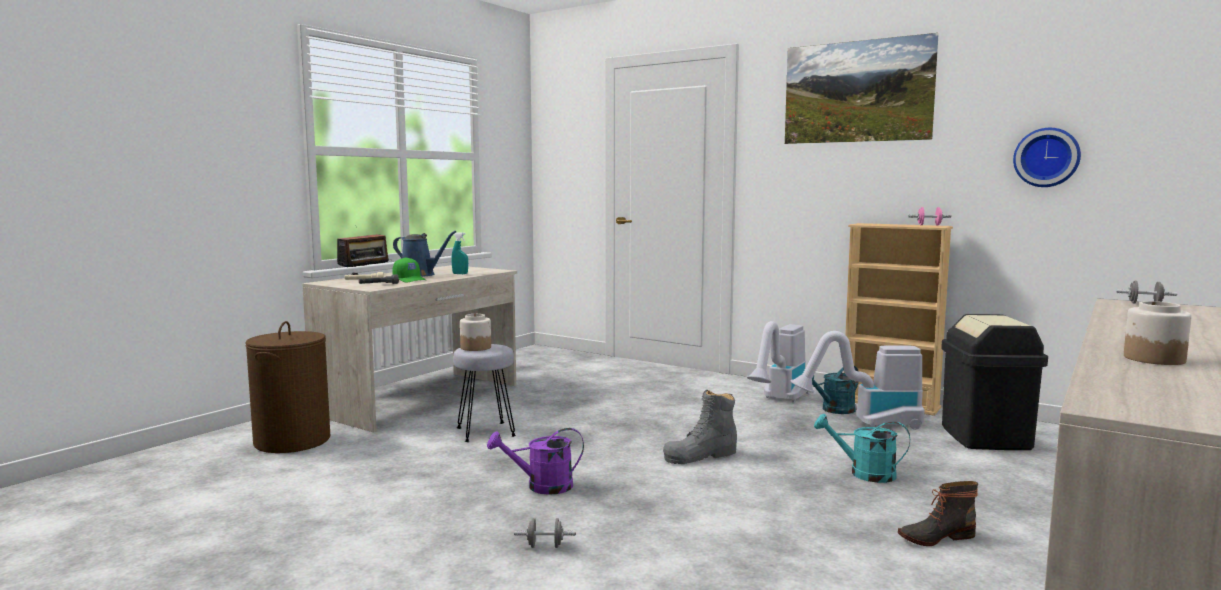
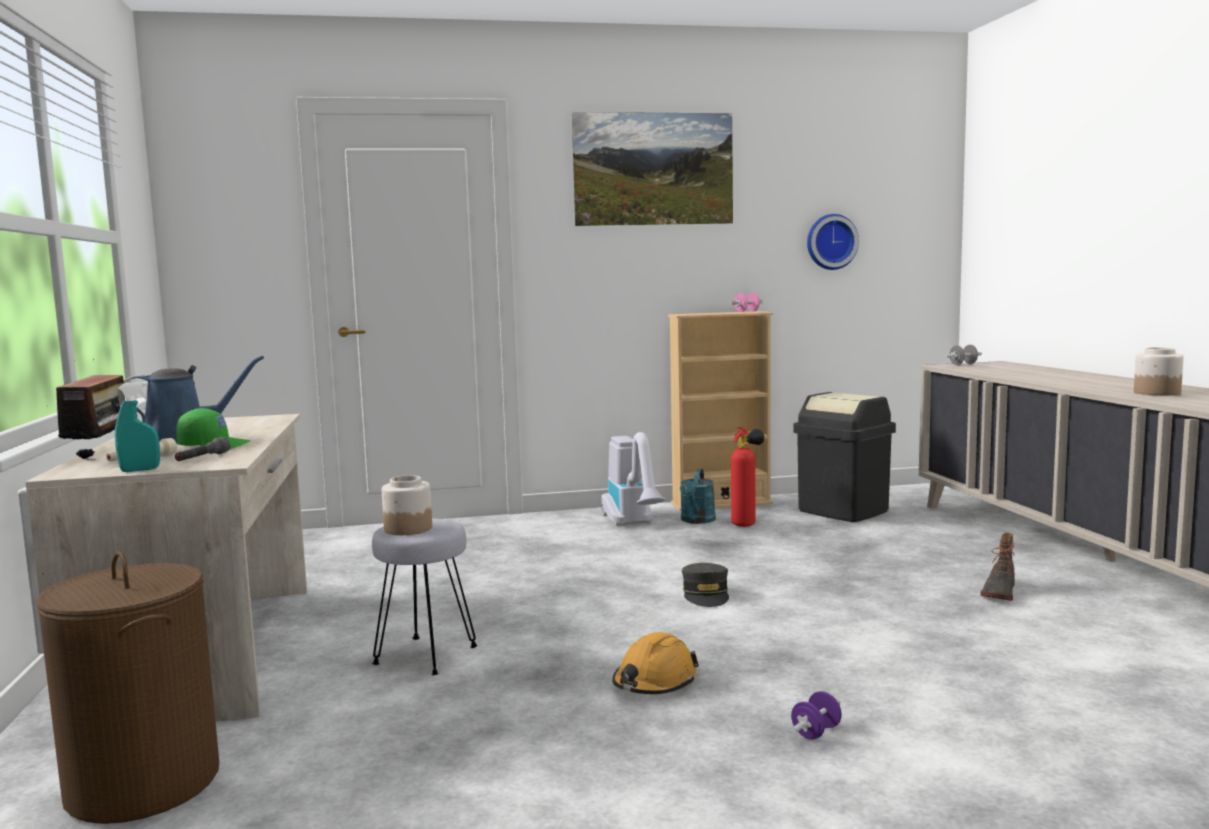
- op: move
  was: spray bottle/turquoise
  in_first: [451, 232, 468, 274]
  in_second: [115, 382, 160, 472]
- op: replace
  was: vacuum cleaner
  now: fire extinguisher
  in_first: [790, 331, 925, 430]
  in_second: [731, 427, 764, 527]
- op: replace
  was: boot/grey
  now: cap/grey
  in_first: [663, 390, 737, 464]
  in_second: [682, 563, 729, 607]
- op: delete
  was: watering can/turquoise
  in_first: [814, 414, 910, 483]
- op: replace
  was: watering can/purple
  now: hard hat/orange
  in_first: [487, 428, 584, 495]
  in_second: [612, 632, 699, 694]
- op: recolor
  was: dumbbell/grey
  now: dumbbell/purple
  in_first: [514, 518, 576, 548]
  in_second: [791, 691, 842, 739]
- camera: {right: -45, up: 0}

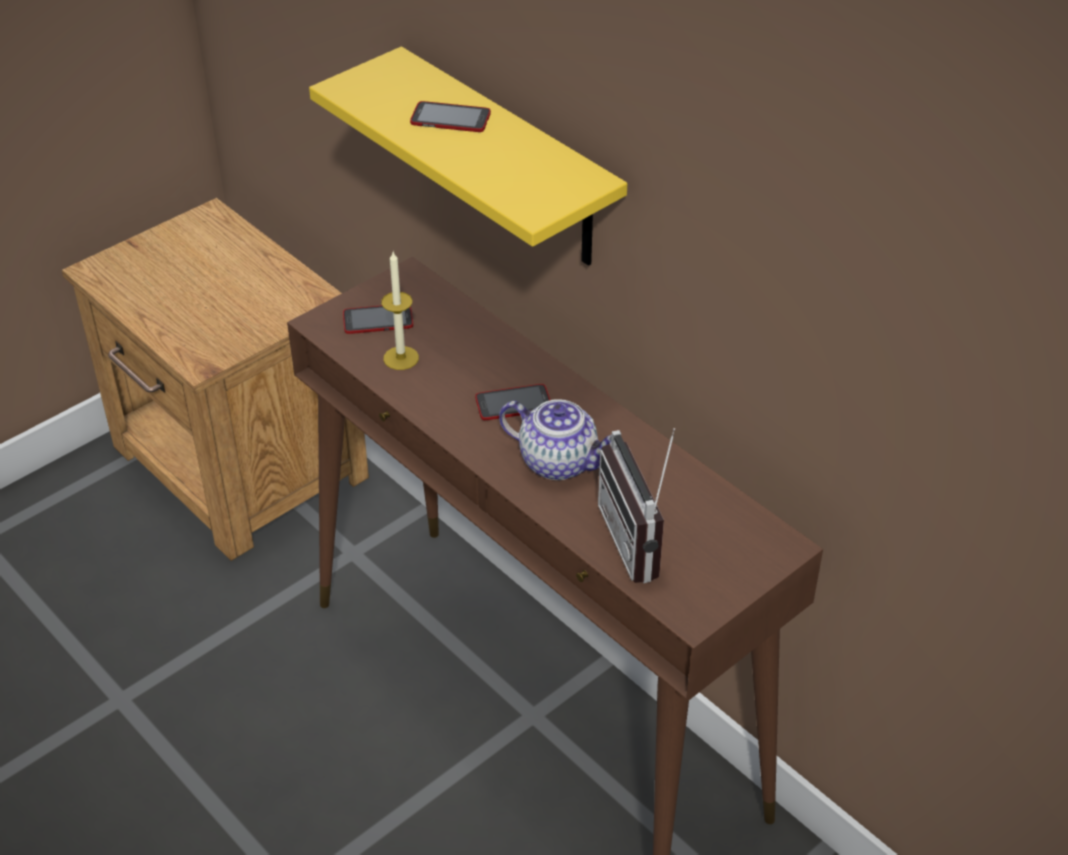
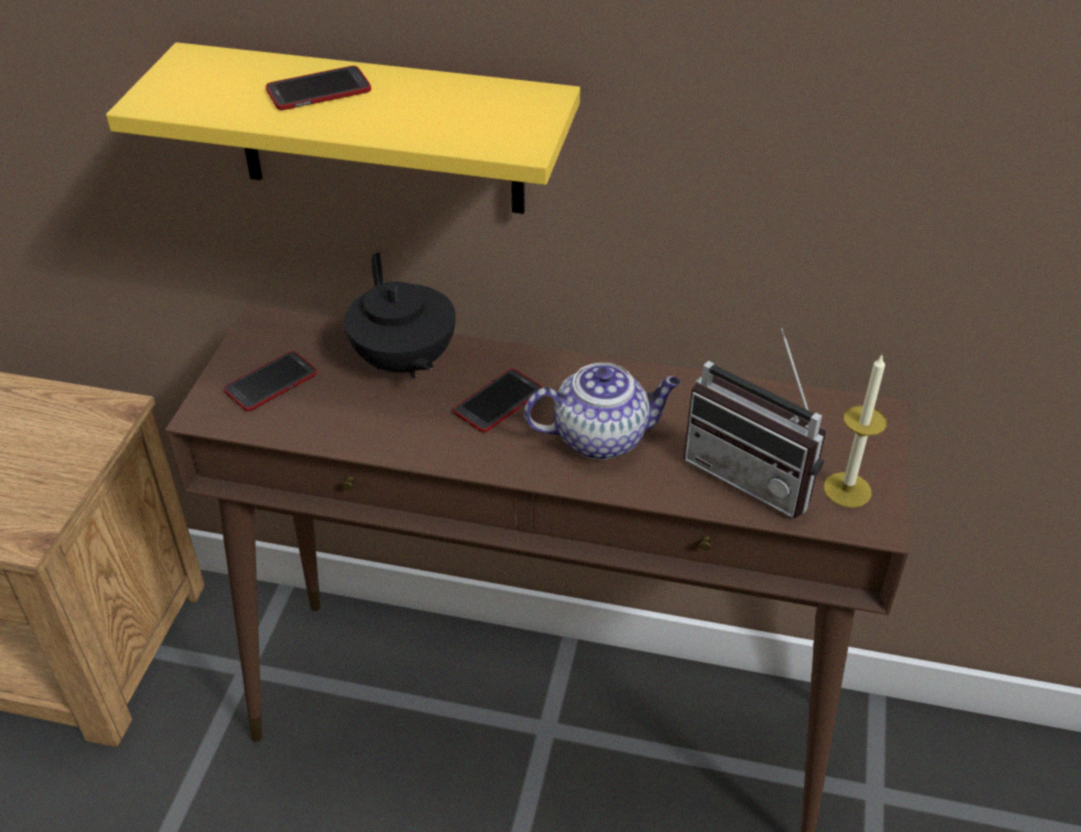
- op: move
  was: candle
  in_first: [381, 252, 419, 370]
  in_second: [824, 355, 887, 508]
- op: insert
  now: teapot/black
  in_second: [344, 252, 456, 379]
- camera: {right: -35, up: 0}

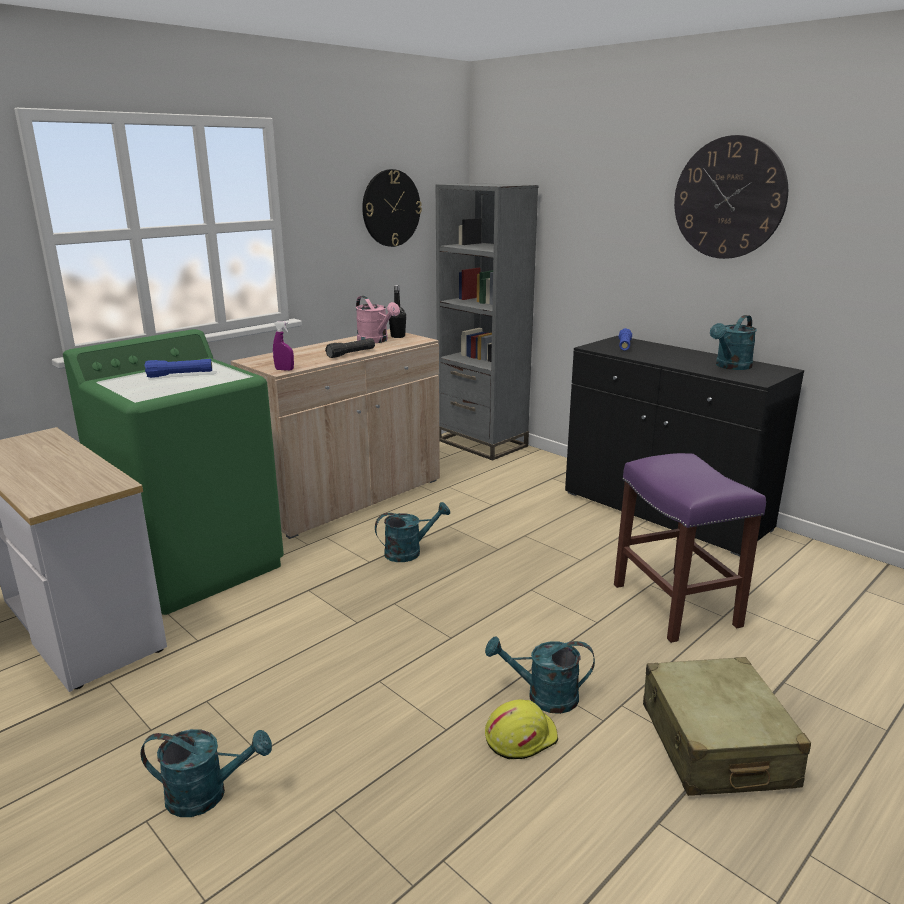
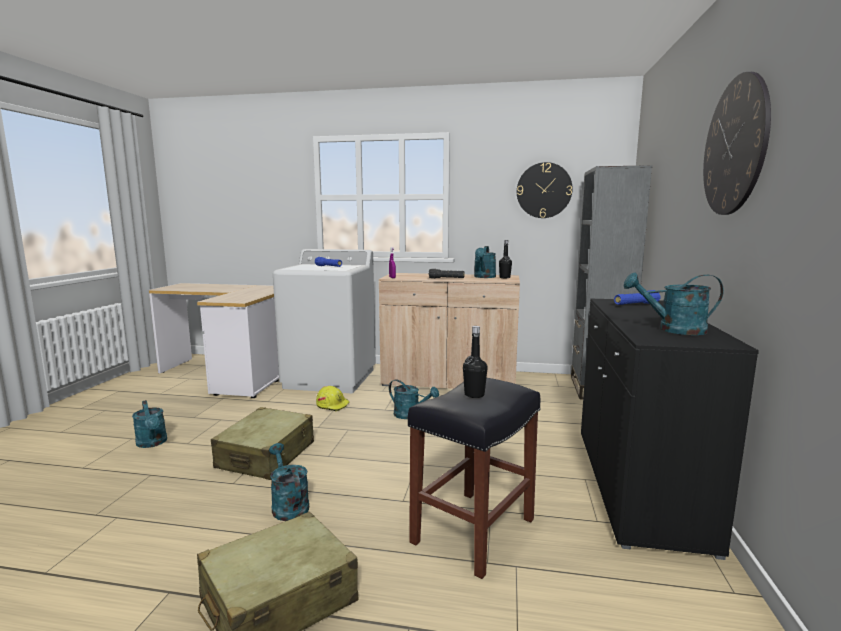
- op: recolor
  was: watering can/pink
  now: watering can/turquoise
  in_first: [356, 296, 400, 343]
  in_second: [474, 246, 496, 278]
- op: recolor
  was: washing machine/green
  now: washing machine/white
  in_first: [63, 329, 284, 615]
  in_second: [273, 249, 376, 393]
- op: recolor
  was: stool/purple
  now: stool/black
  in_first: [614, 453, 766, 643]
  in_second: [408, 378, 541, 579]
- op: move
  was: hard hat/yellow
  in_first: [485, 700, 558, 759]
  in_second: [316, 386, 349, 411]
- op: insert
  now: bottle/black
  in_second: [463, 326, 488, 398]
- op: insert
  now: suitcase/beige
  in_second: [211, 407, 314, 480]
- camera: {right: 55, up: -10}

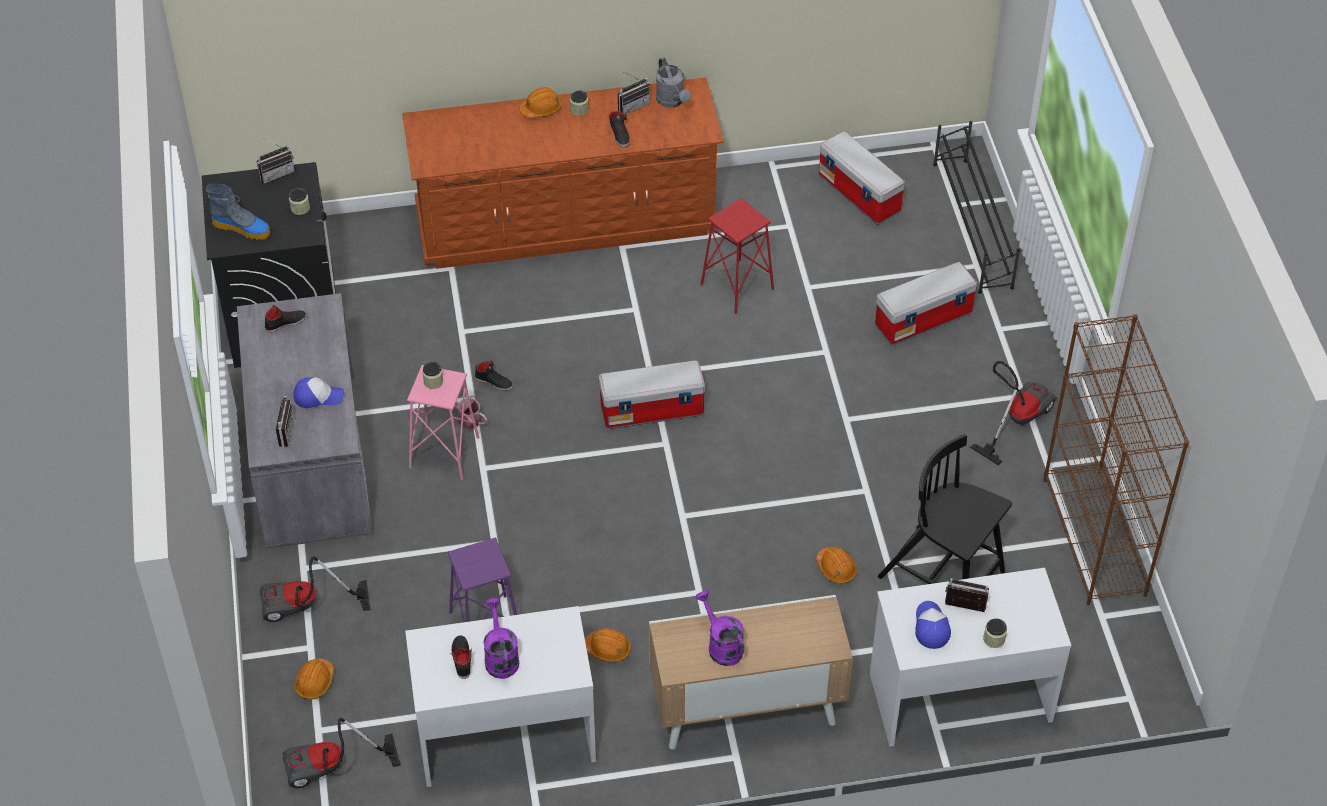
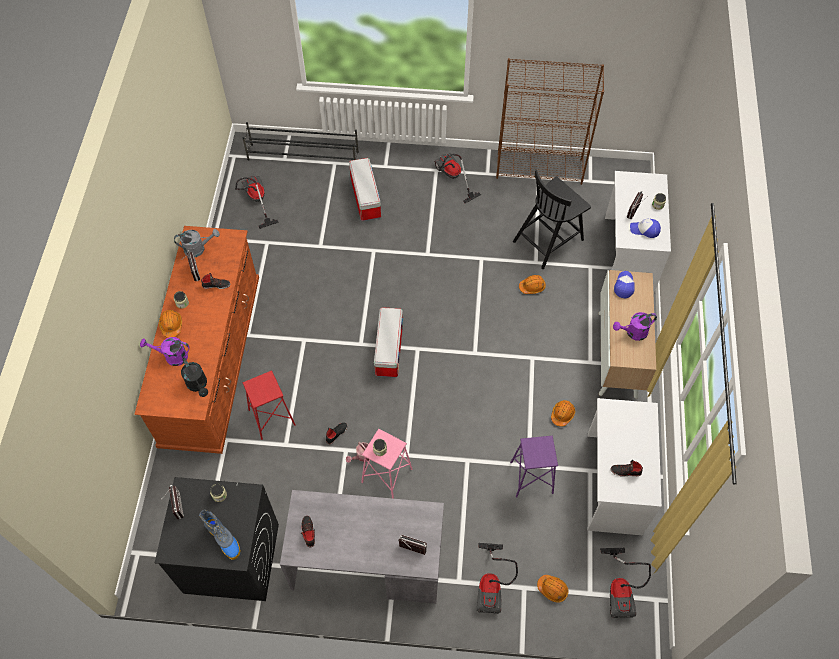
- op: replace
  was: storage box
  now: vacuum cleaner
  in_first: [819, 131, 905, 225]
  in_second: [235, 176, 279, 229]
- op: rotate
  was: boot
  in_first: [206, 184, 270, 240]
  in_second: [199, 510, 241, 560]
  clockwise: 105
- op: move
  was: stool/red
  in_first: [700, 198, 774, 314]
  in_second: [243, 370, 296, 440]
- op: move
  was: cap
  in_first: [293, 377, 344, 408]
  in_second: [614, 271, 635, 298]
- op: move
  was: watering can/purple
  in_first: [483, 598, 519, 679]
  in_second: [140, 337, 190, 366]
- op: insert
  now: watering can/black
  in_second: [181, 358, 208, 397]
- camera: {right: -75, up: 10}

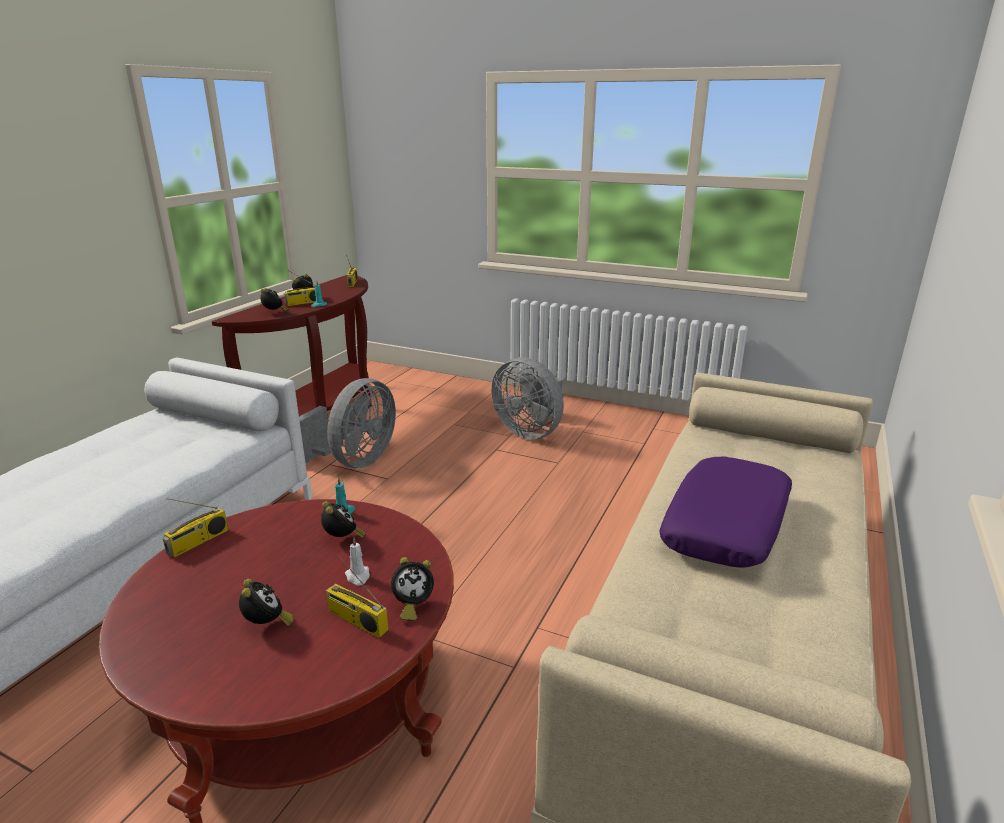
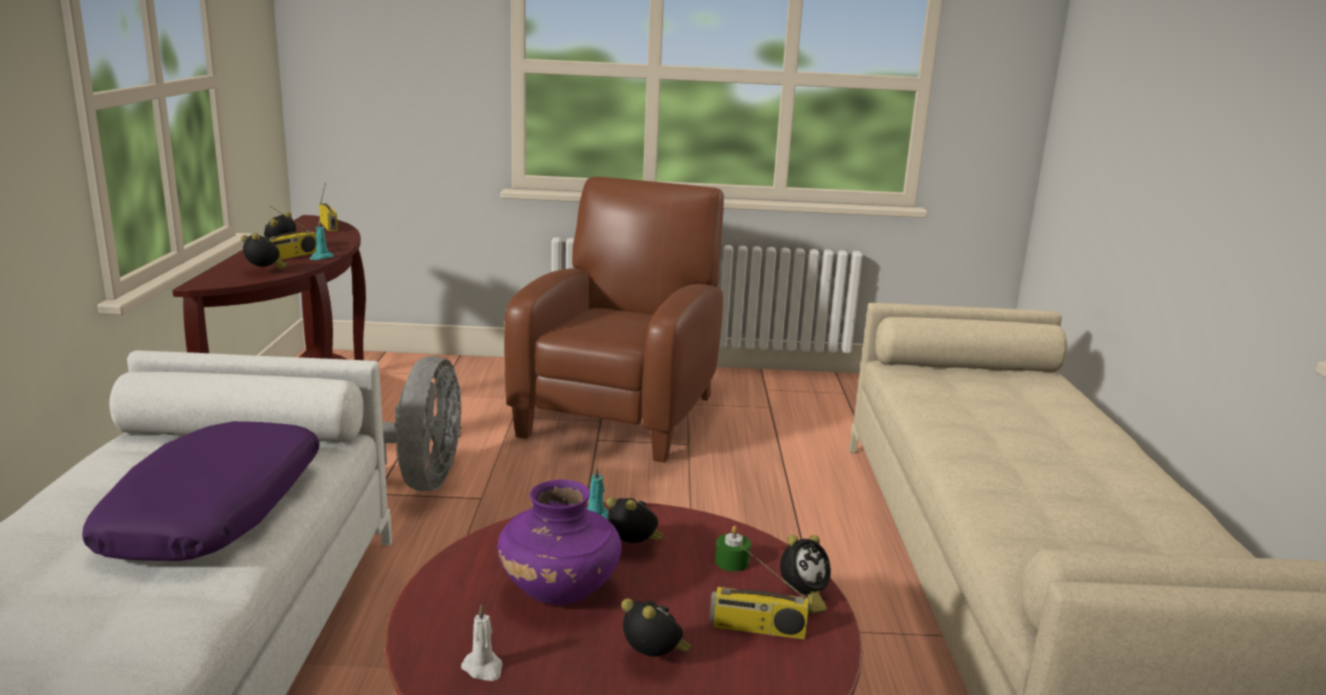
- op: replace
  was: fan/grey
  now: armchair/brown
  in_first: [492, 357, 564, 439]
  in_second: [504, 176, 724, 463]
- op: move
  was: pillow/purple
  in_first: [659, 457, 792, 568]
  in_second: [82, 421, 320, 561]
- op: delete
  was: radio
  in_first: [163, 498, 228, 557]
- op: move
  was: candle/white
  in_first: [345, 537, 370, 585]
  in_second: [461, 604, 503, 681]
- op: insert
  now: vase/purple
  in_second: [497, 479, 622, 605]
- op: insert
  now: candle/green
  in_second: [715, 526, 751, 572]
- camera: {right: -25, up: -5}

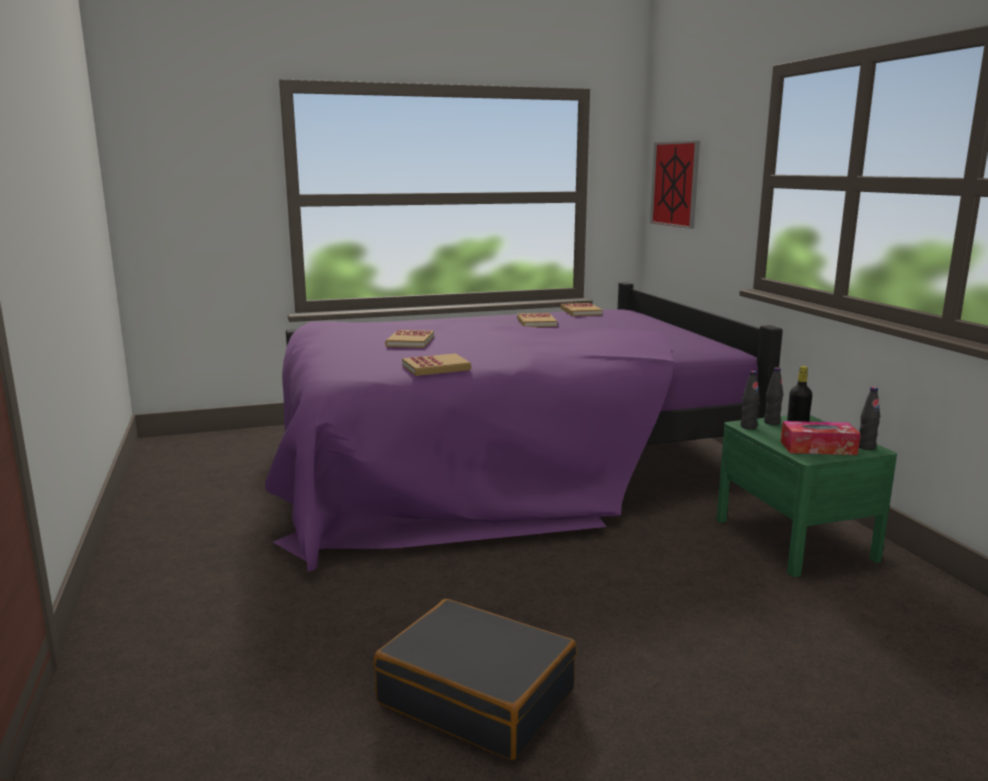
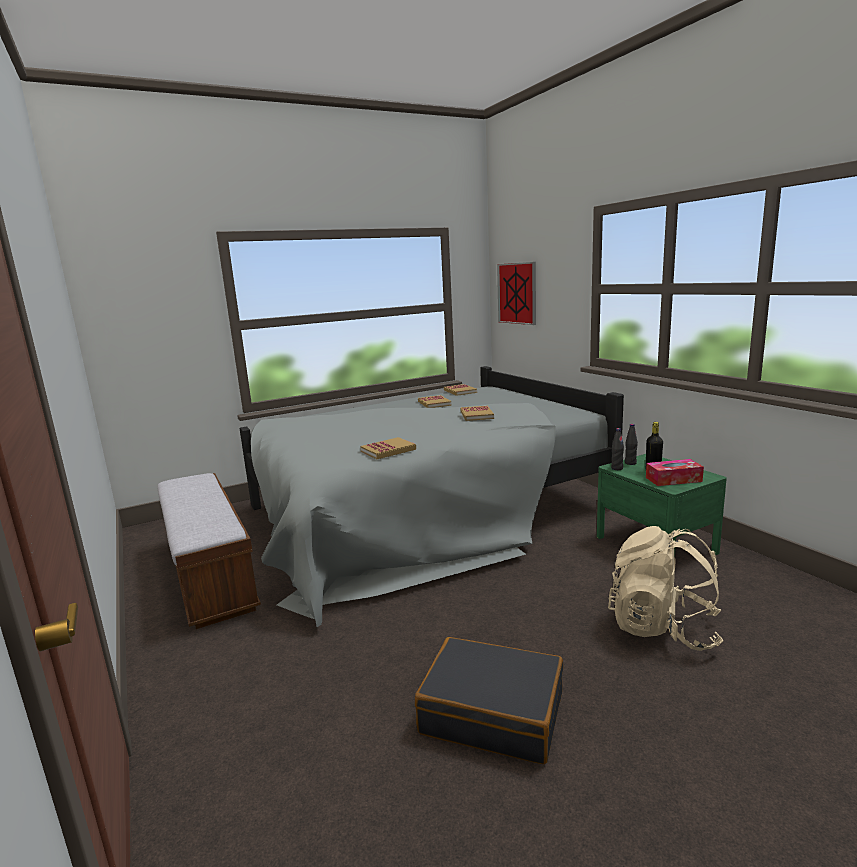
- op: recolor
  was: bed/purple
  now: bed/grey
  in_first: [265, 282, 783, 572]
  in_second: [240, 366, 624, 627]
- op: move
  was: book
  in_first: [385, 330, 434, 348]
  in_second: [460, 406, 494, 421]
- op: delete
  was: bottle/black
  in_first: [859, 387, 880, 450]
- op: insert
  now: bench
  in_second: [157, 473, 261, 629]
- op: insert
  now: backpack/beige
  in_second: [608, 526, 723, 651]
- camera: {right: -10, up: 0}

